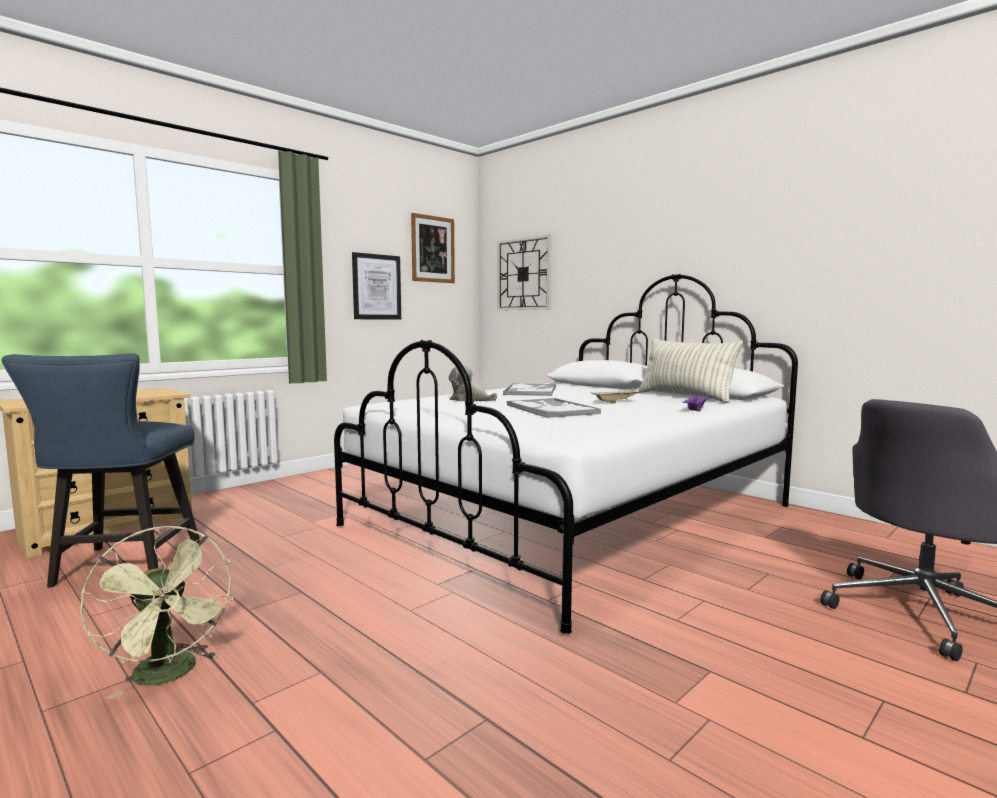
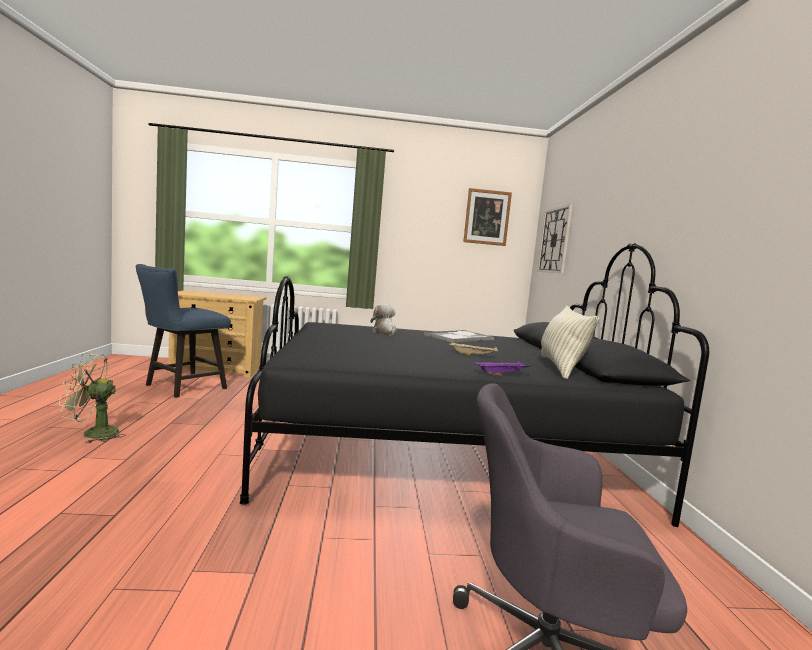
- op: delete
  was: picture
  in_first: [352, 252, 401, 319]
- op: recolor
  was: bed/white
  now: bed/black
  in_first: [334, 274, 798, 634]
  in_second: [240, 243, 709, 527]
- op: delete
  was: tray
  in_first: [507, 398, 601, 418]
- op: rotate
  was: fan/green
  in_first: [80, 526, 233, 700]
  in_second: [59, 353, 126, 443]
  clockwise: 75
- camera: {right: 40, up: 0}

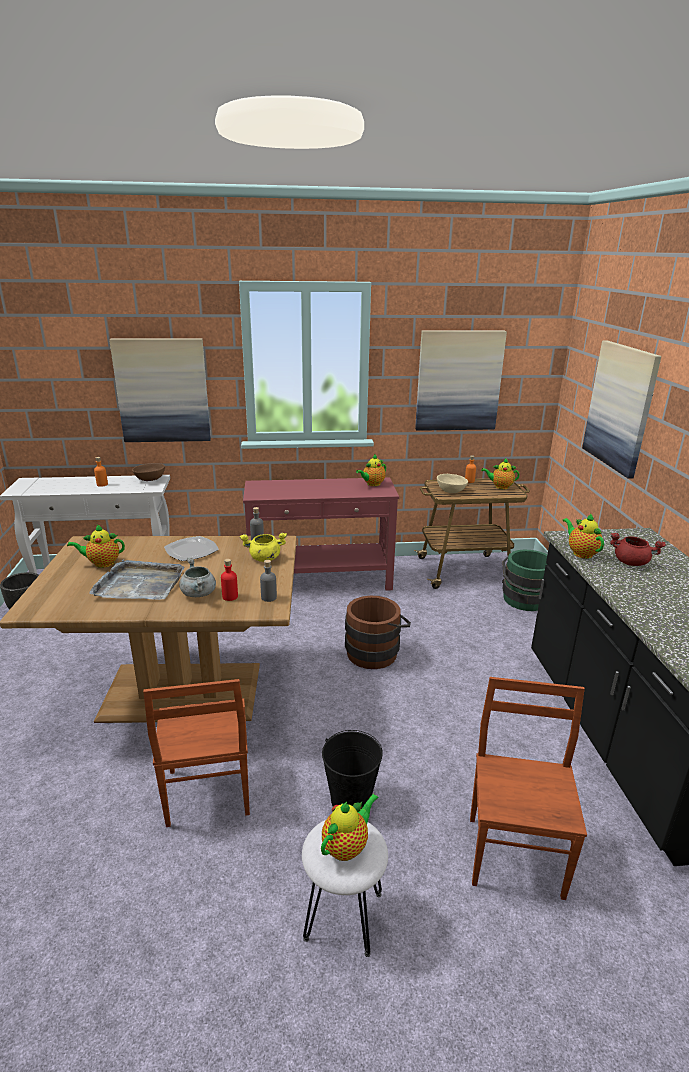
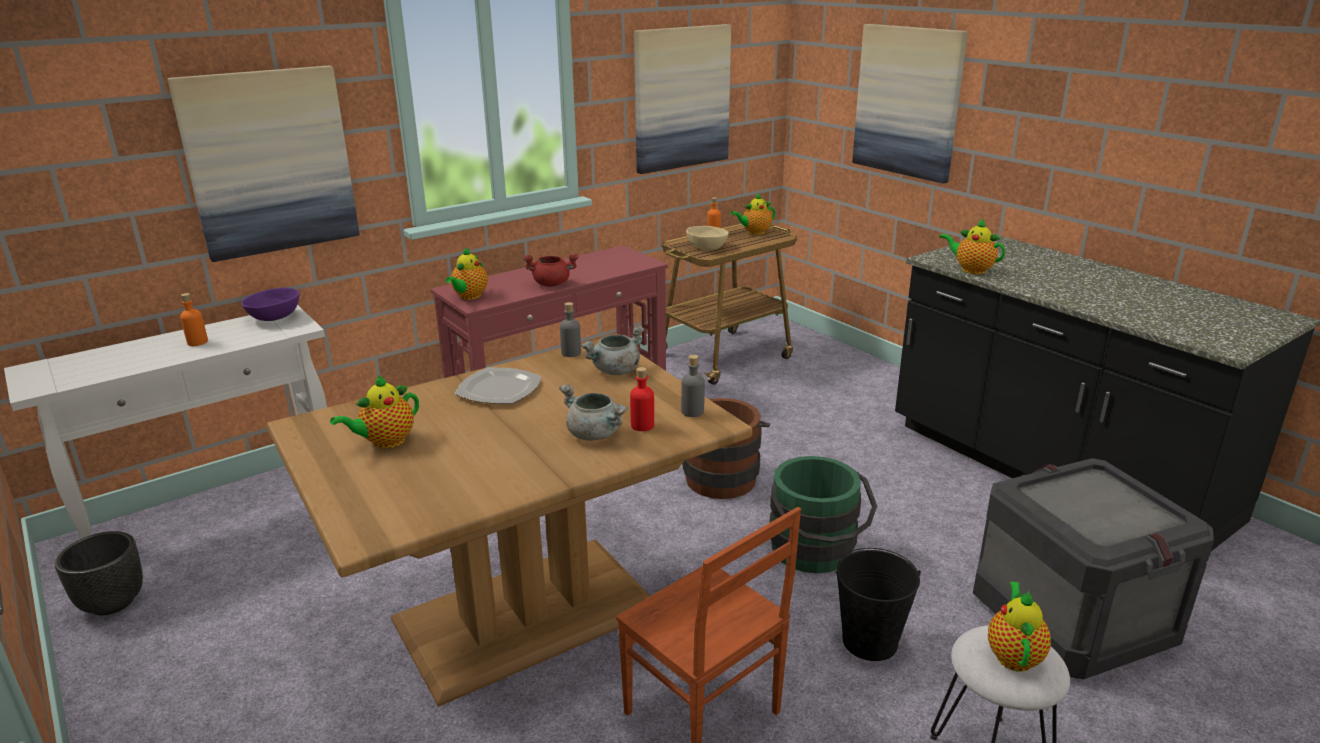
- op: move
  was: teapot
  in_first: [356, 454, 386, 486]
  in_second: [445, 247, 488, 300]
- op: recolor
  was: bowl/brown
  now: bowl/purple
  in_first: [132, 463, 165, 481]
  in_second: [241, 288, 299, 321]
- op: recolor
  was: cooking pot/yellow
  now: cooking pot/grey
  in_first: [240, 533, 287, 562]
  in_second: [581, 326, 644, 375]
- op: move
  was: cooking pot/red
  in_first: [610, 533, 666, 566]
  in_second: [523, 254, 579, 286]
- op: move
  was: bucket/green
  in_first: [502, 550, 548, 611]
  in_second: [769, 456, 877, 573]
- op: delete
  was: tray/grey
  in_first: [89, 559, 184, 600]
- op: replace
  was: chair/brown
  now: crate
  in_first: [470, 677, 587, 900]
  in_second: [973, 458, 1214, 679]
- camera: {right: -30, up: 0}

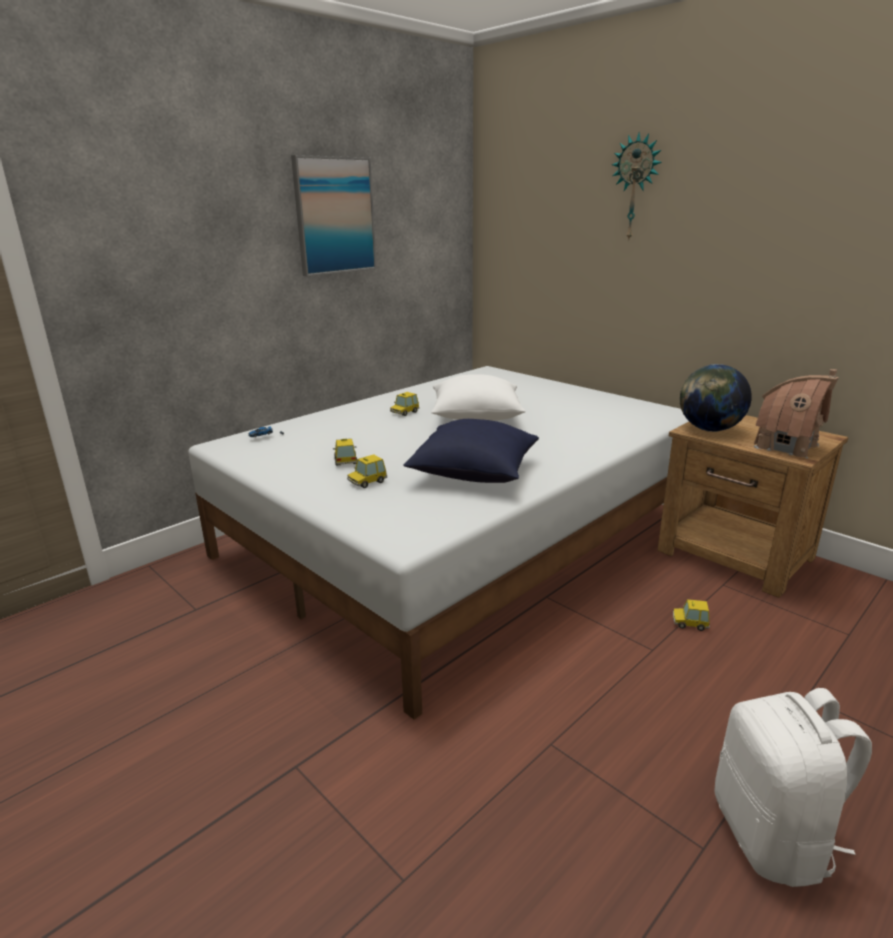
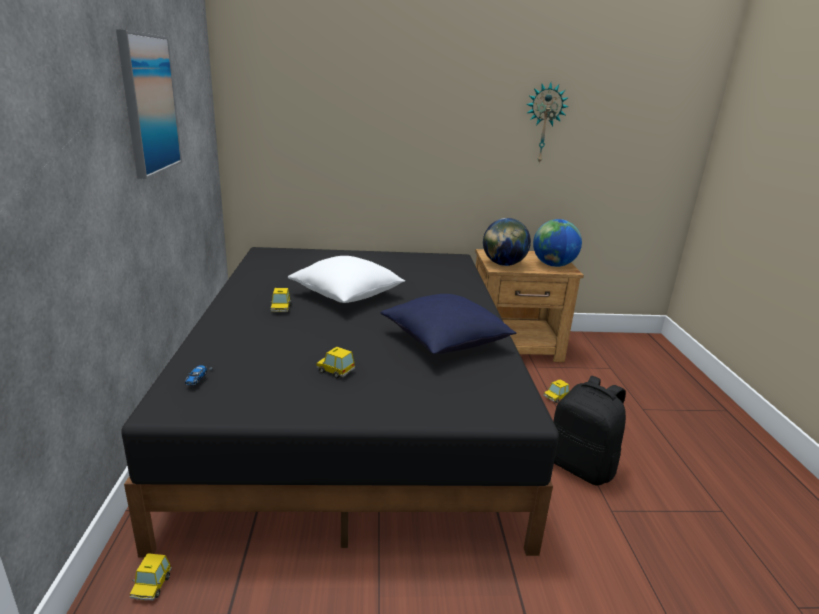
- op: move
  was: wall clock
  in_first: [612, 132, 662, 241]
  in_second: [526, 83, 569, 163]
- op: recolor
  was: bed/white
  now: bed/black
  in_first: [188, 366, 689, 720]
  in_second: [121, 247, 559, 558]
- op: replace
  was: toy house
  now: globe
  in_first: [754, 369, 839, 458]
  in_second: [533, 219, 582, 267]
- op: move
  was: toy car
  in_first: [347, 455, 387, 488]
  in_second: [130, 553, 172, 600]
- op: delete
  was: backpack/white
  in_first: [714, 688, 872, 887]
- op: insert
  now: backpack/black
  in_second: [553, 376, 626, 486]
- camera: {right: -50, up: 0}

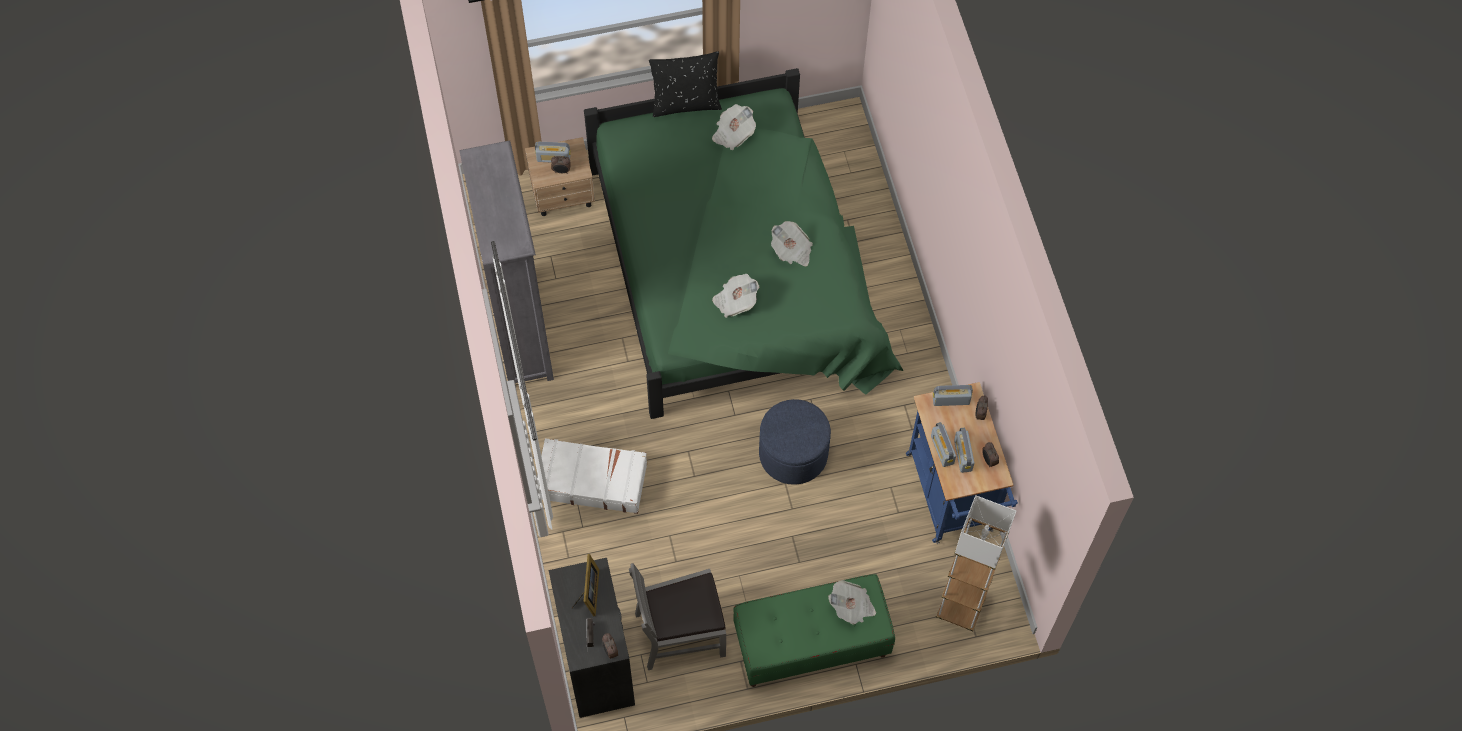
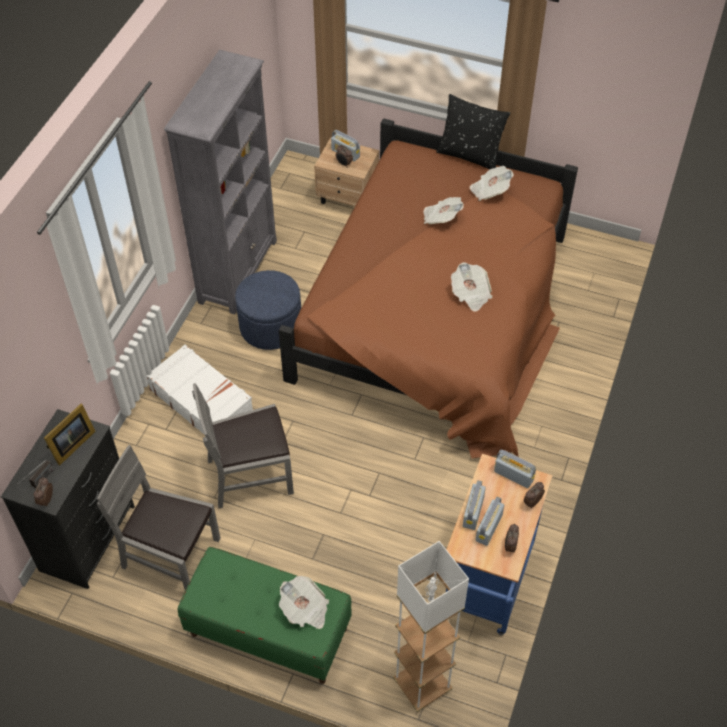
- op: recolor
  was: bed/green
  now: bed/brown
  in_first: [584, 68, 903, 419]
  in_second: [278, 118, 578, 458]
- op: move
  was: newspaper
  in_first: [712, 274, 759, 318]
  in_second: [424, 197, 464, 224]
- op: move
  was: ottoman/blue
  in_first: [759, 399, 831, 485]
  in_second: [235, 270, 301, 350]
- op: insert
  now: chair/grey
  in_second: [192, 383, 294, 508]
- camera: {right: 35, up: -10}

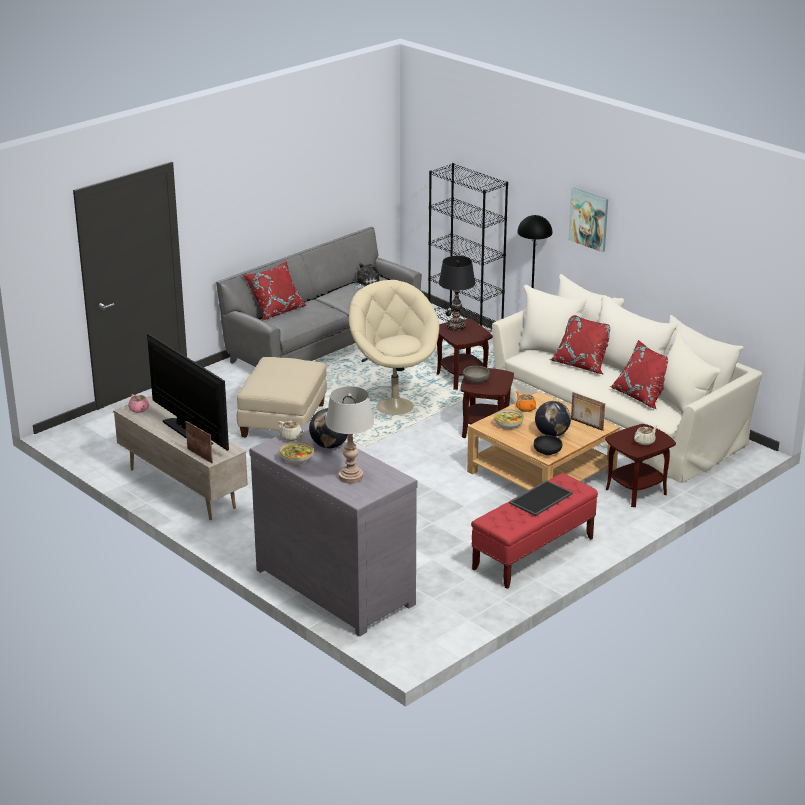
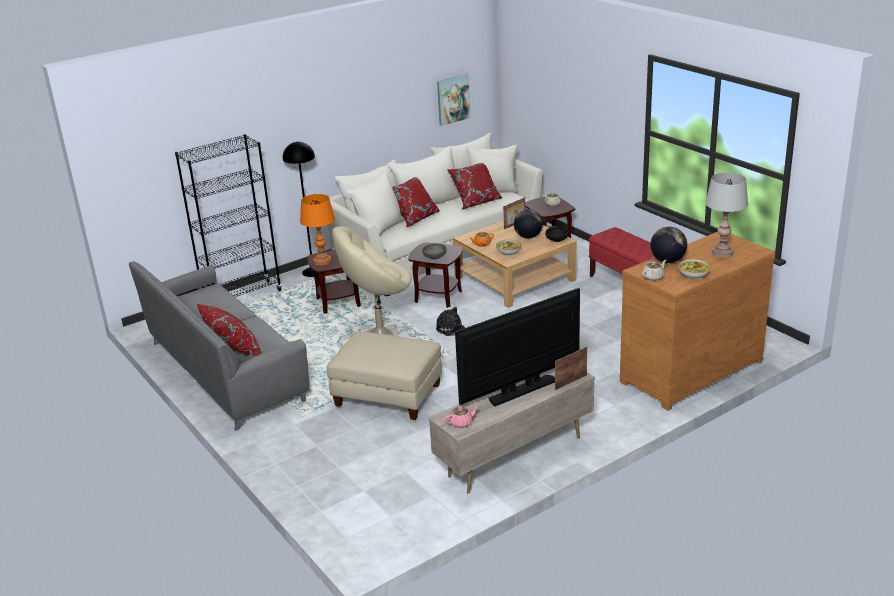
- op: move
  was: picture
  in_first: [569, 188, 608, 252]
  in_second: [437, 74, 471, 126]
- op: recolor
  was: table lamp/black
  now: table lamp/orange
  in_first: [439, 256, 475, 331]
  in_second: [300, 194, 335, 266]
- op: move
  was: plush toy
  in_first: [354, 263, 379, 290]
  in_second: [436, 307, 465, 336]
- op: recolor
  was: dresser/grey
  now: dresser/brown
  in_first: [249, 422, 417, 636]
  in_second: [620, 232, 775, 411]
- op: delete
  was: tray
  in_first: [509, 480, 573, 516]
- camera: {right: -80, up: 0}

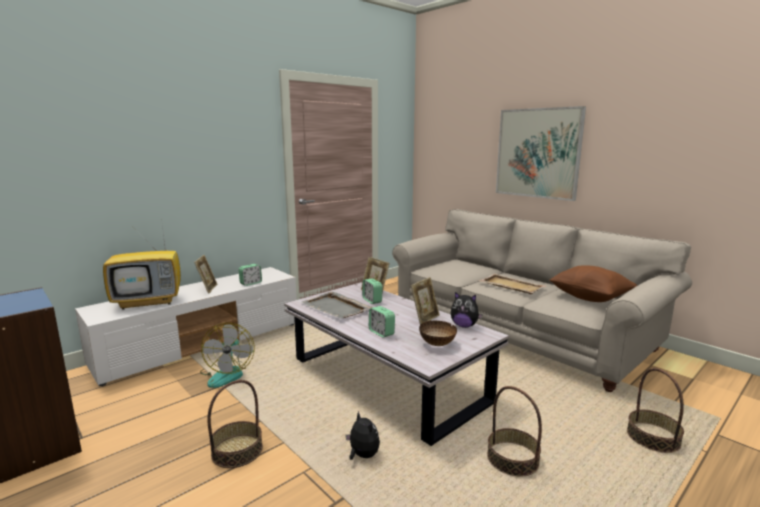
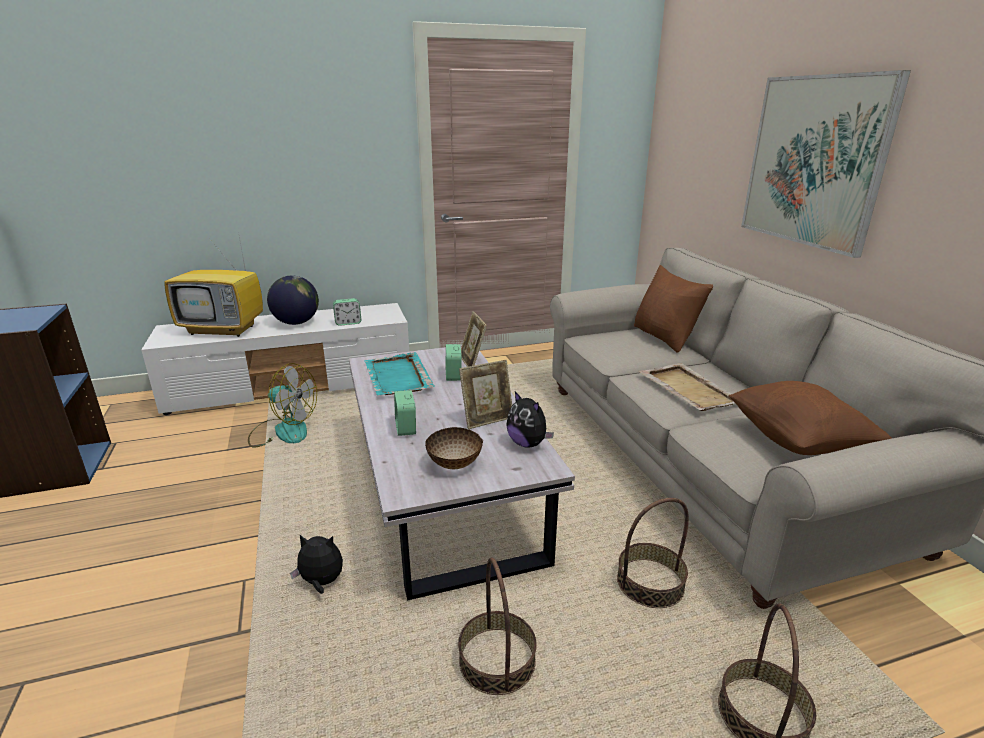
- op: replace
  was: picture frame
  now: globe
  in_first: [194, 255, 217, 294]
  in_second: [267, 275, 319, 325]
- op: recolor
  was: tray/grey
  now: tray/turquoise
  in_first: [301, 291, 373, 319]
  in_second: [365, 352, 435, 396]
- op: rotate
  was: fan
  in_first: [200, 323, 254, 388]
  in_second: [248, 363, 317, 447]
  clockwise: -90
- op: move
  was: basket
  in_first: [207, 380, 263, 468]
  in_second: [617, 498, 689, 608]
- op: rotate
  was: plush toy
  in_first: [346, 411, 380, 460]
  in_second: [290, 535, 343, 594]
  clockwise: -75
- op: insert
  now: pillow/brown
  in_second: [634, 265, 713, 353]
- camera: {right: 25, up: 10}

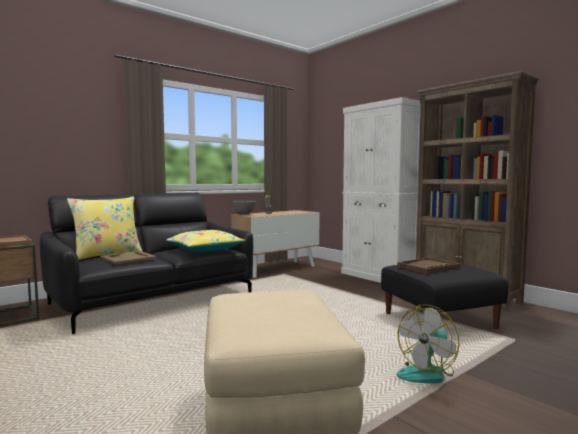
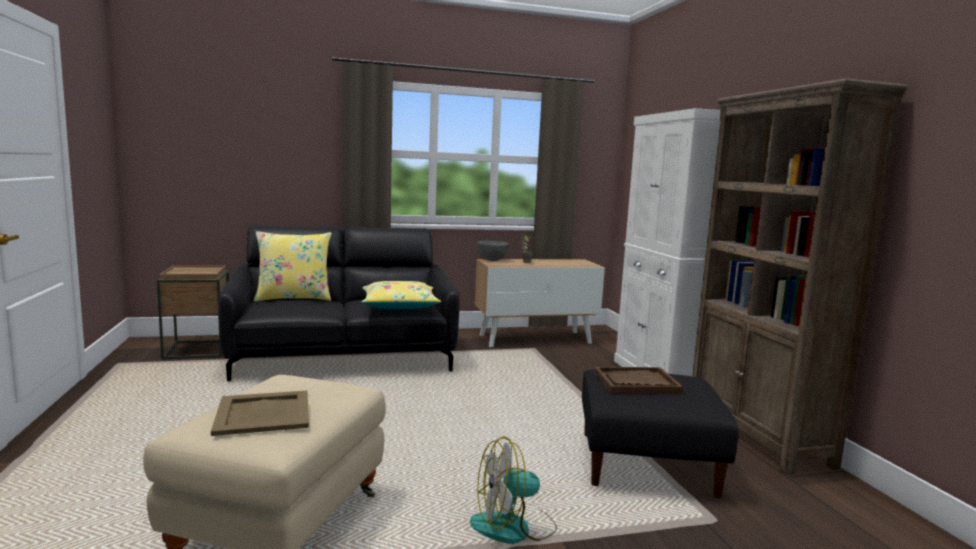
- op: move
  was: tray/beige
  in_first: [100, 251, 157, 264]
  in_second: [211, 390, 309, 436]
- camera: {right: 25, up: 5}

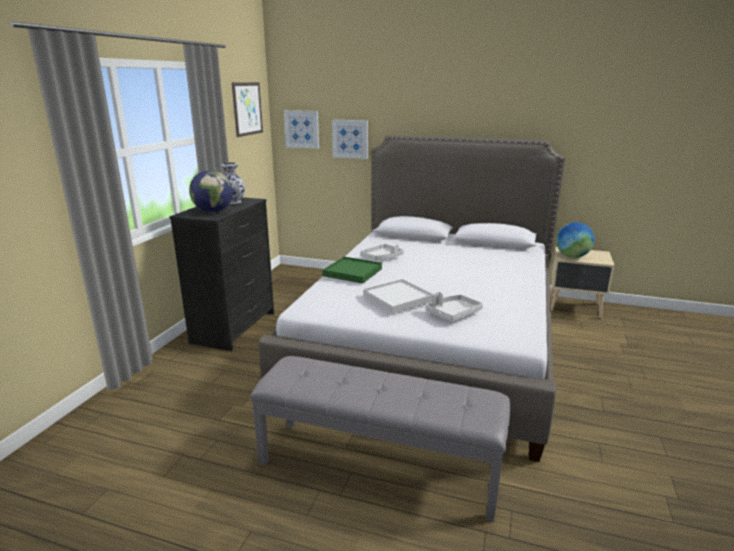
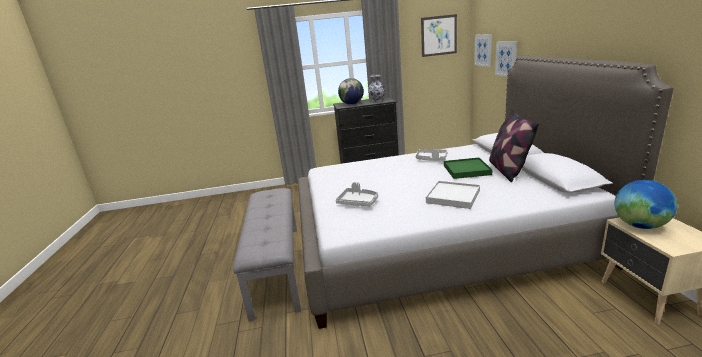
- op: move
  was: tray/green
  in_first: [323, 257, 382, 284]
  in_second: [444, 158, 492, 179]
- op: move
  was: tray/white
  in_first: [363, 279, 433, 314]
  in_second: [426, 181, 480, 209]
- op: insert
  now: pillow
  in_second: [489, 109, 539, 182]
- camera: {right: 65, up: 0}

